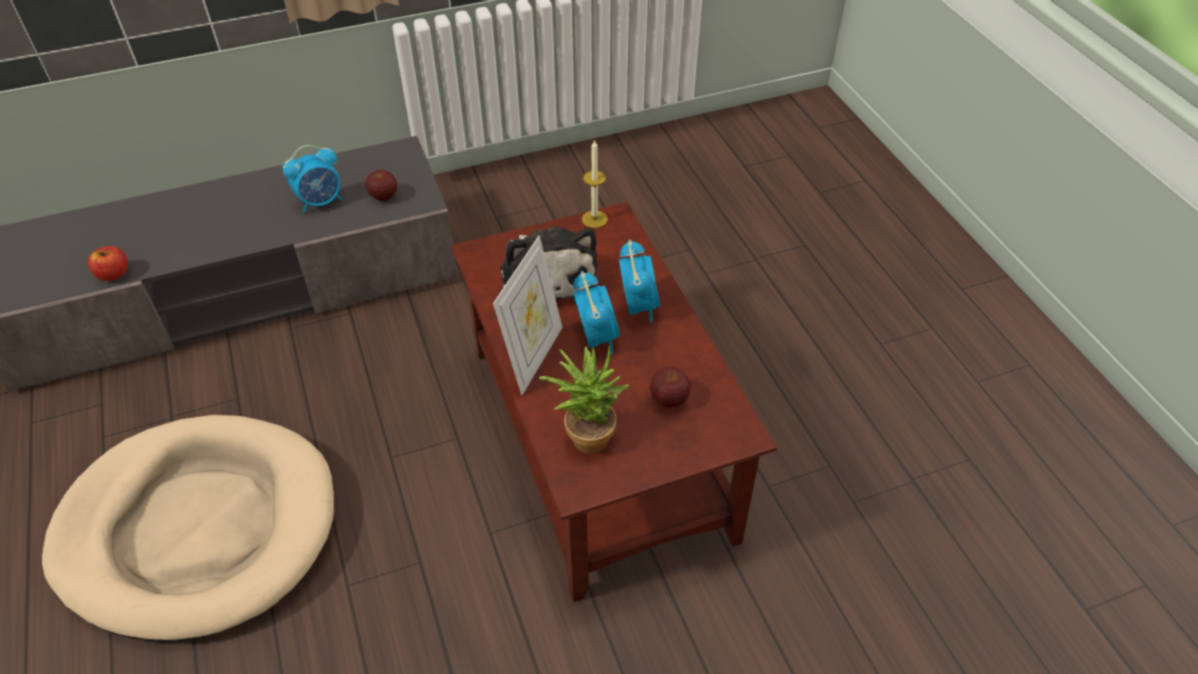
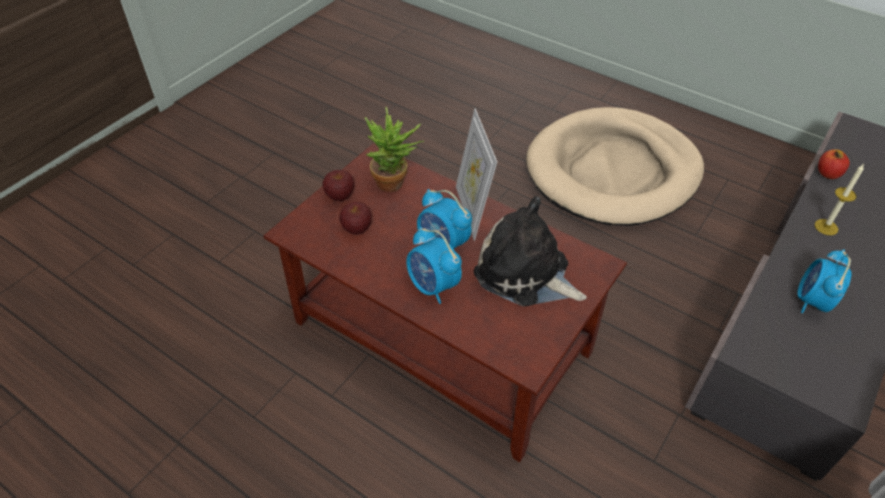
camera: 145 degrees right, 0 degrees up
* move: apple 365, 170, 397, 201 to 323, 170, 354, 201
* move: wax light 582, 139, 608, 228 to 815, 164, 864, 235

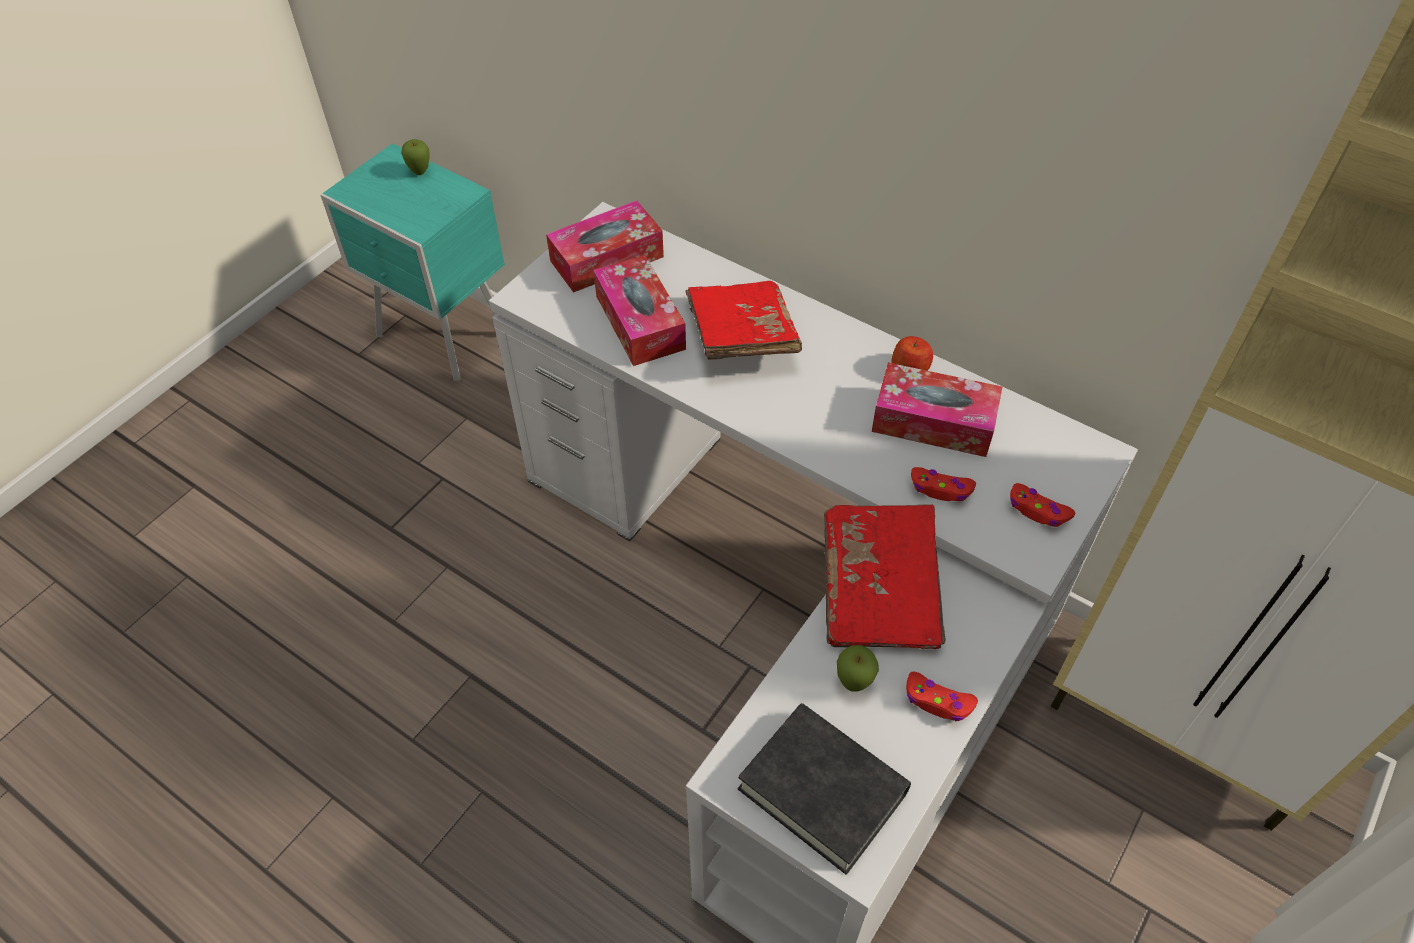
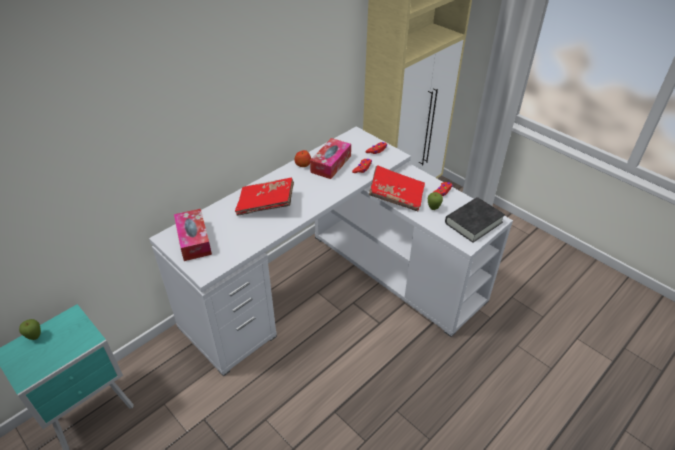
camera: 80 degrees left, 10 degrees down
* delete: box of tissues 593, 255, 686, 366

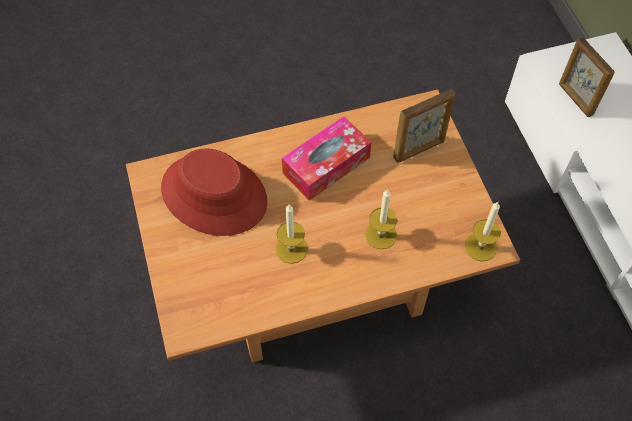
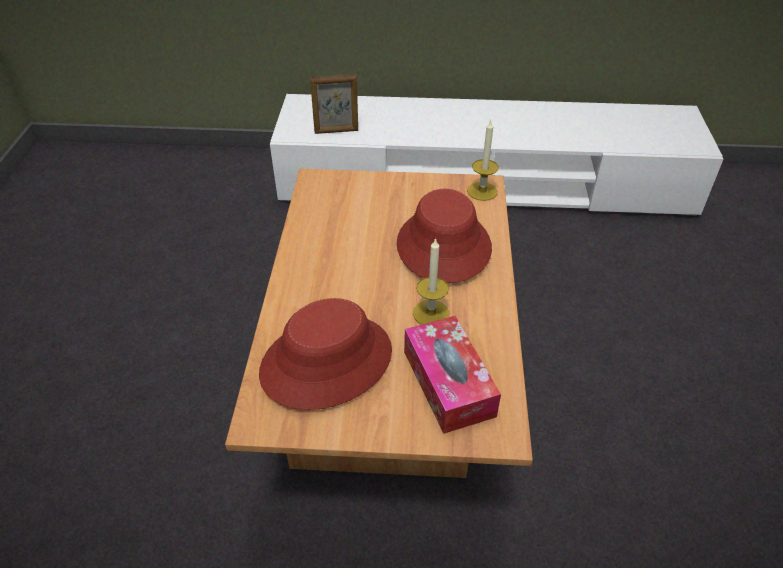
camera: 70 degrees left, 15 degrees down
* replace: wax light 365, 189, 397, 249 to wearable hat in reddish 397, 189, 492, 283
* move: box of tissues 282, 116, 371, 200 to 404, 316, 501, 434
* delete: photo frame 393, 89, 455, 163

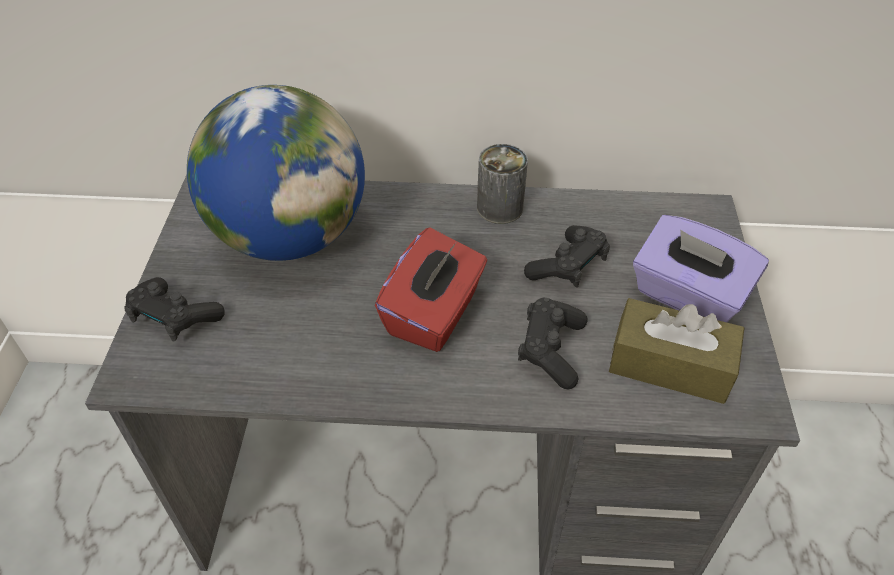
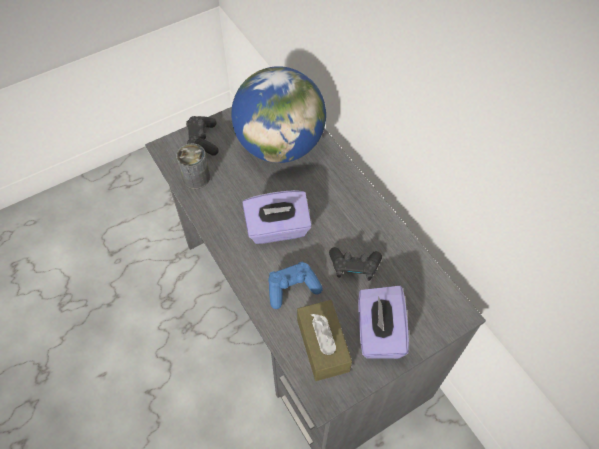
camera: 55 degrees right, 10 degrees up
* move: can 477, 144, 528, 224 to 176, 143, 210, 189
* recolor: box of tissues in reddish 375, 228, 487, 352 to box of tissues in purplish 242, 190, 312, 244
* recolor: joypad in black 518, 298, 587, 389 to joypad in blue-coloured 268, 262, 322, 309

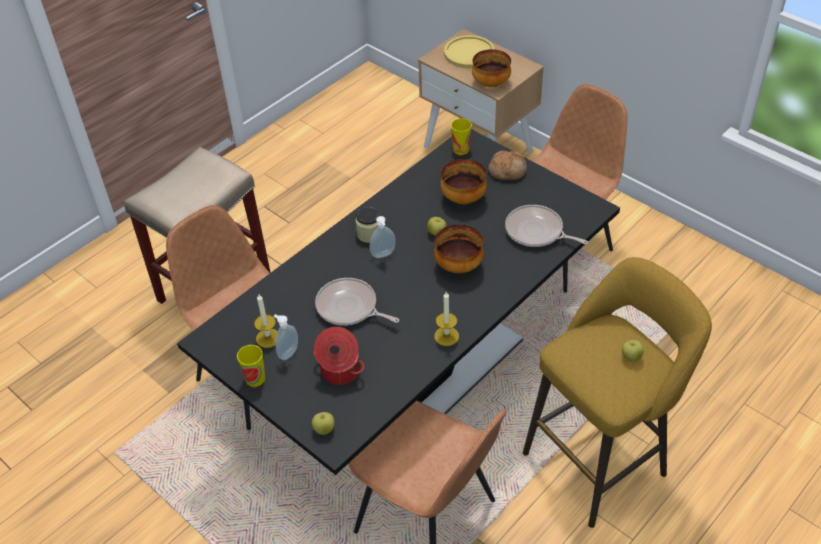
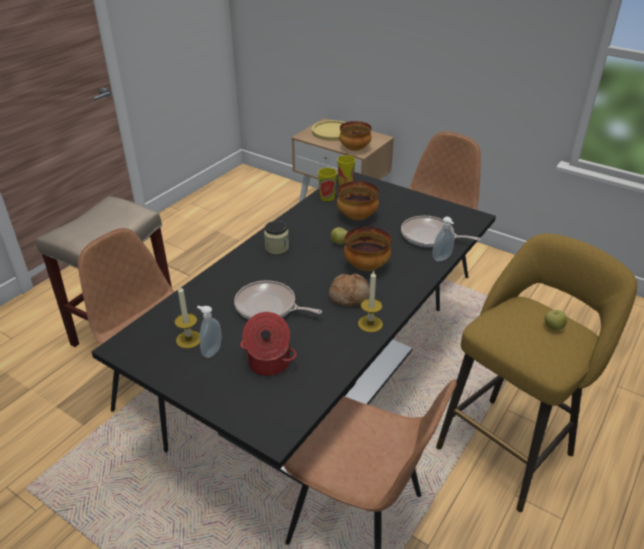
camera: 10 degrees left, 10 degrees down
* move: small cup 237, 345, 265, 387 to 318, 168, 337, 201
* move: bread 488, 150, 527, 180 to 329, 273, 370, 306
* move: soap dispenser 370, 216, 396, 258 to 433, 217, 454, 262
* delete: apple 312, 412, 335, 435

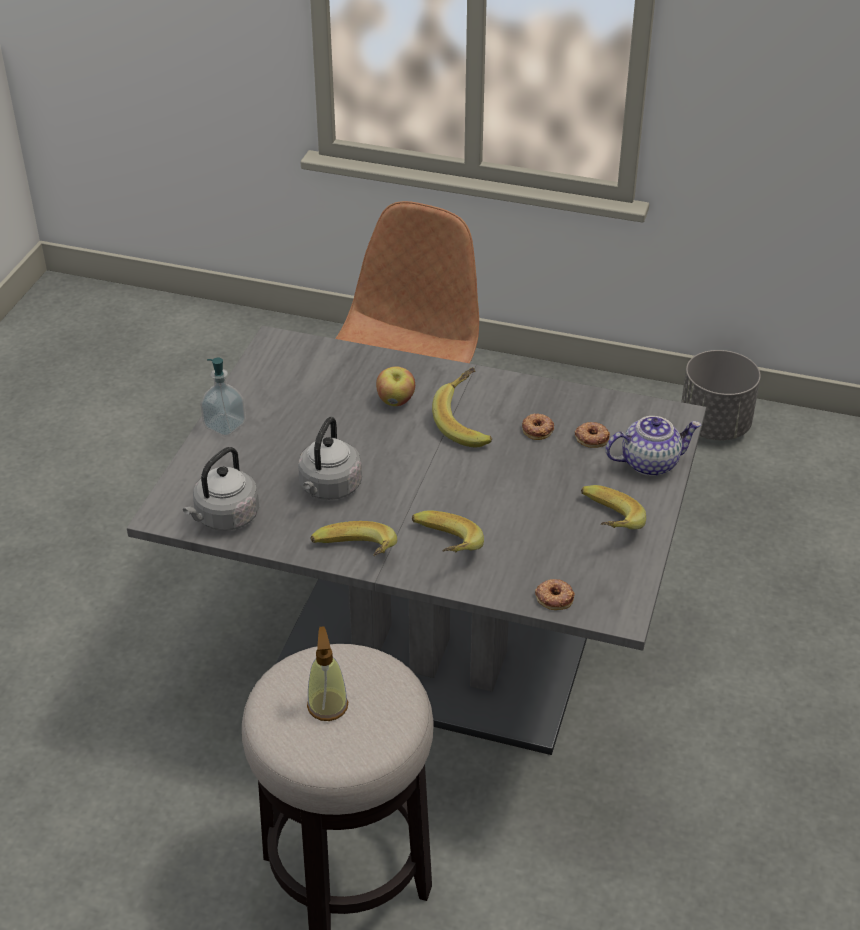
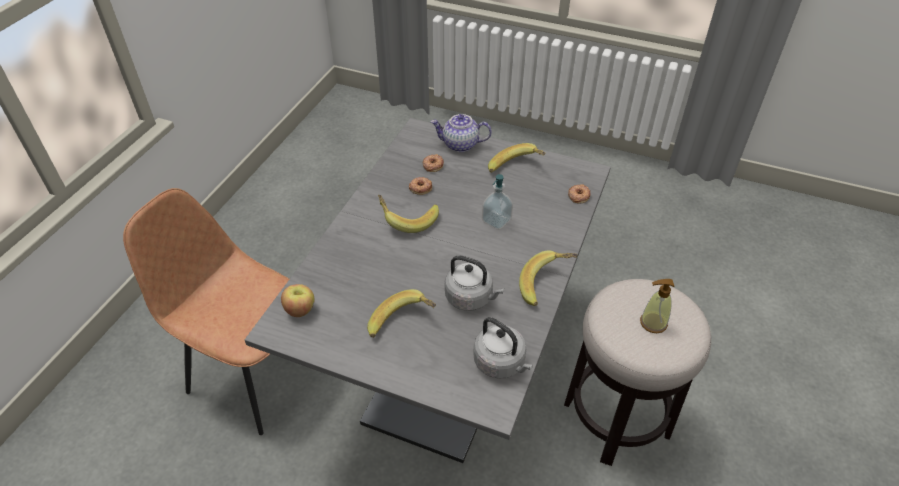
camera: 85 degrees left, 5 degrees up
* move: apple 376, 366, 415, 406 to 281, 284, 314, 317
* move: banana fruit 412, 510, 484, 552 to 367, 289, 436, 338
* rotate: pot for tea 606, 416, 701, 476 = 431, 114, 492, 152 75 degrees counterclockwise
* move: soap dispenser 200, 358, 246, 437 to 482, 174, 513, 230
* delete: flower pot in gray 681, 350, 761, 440

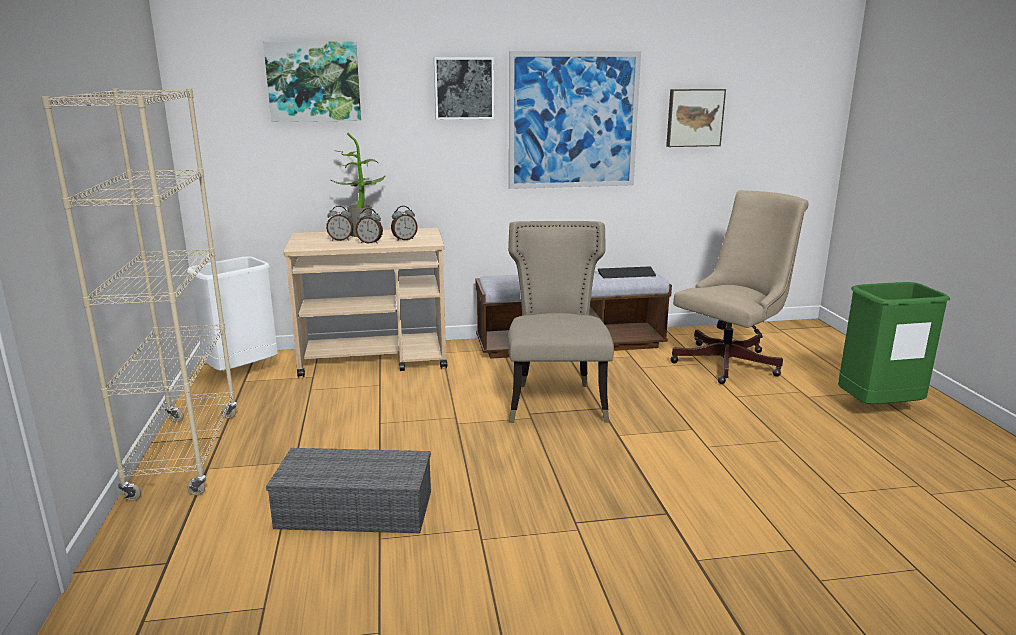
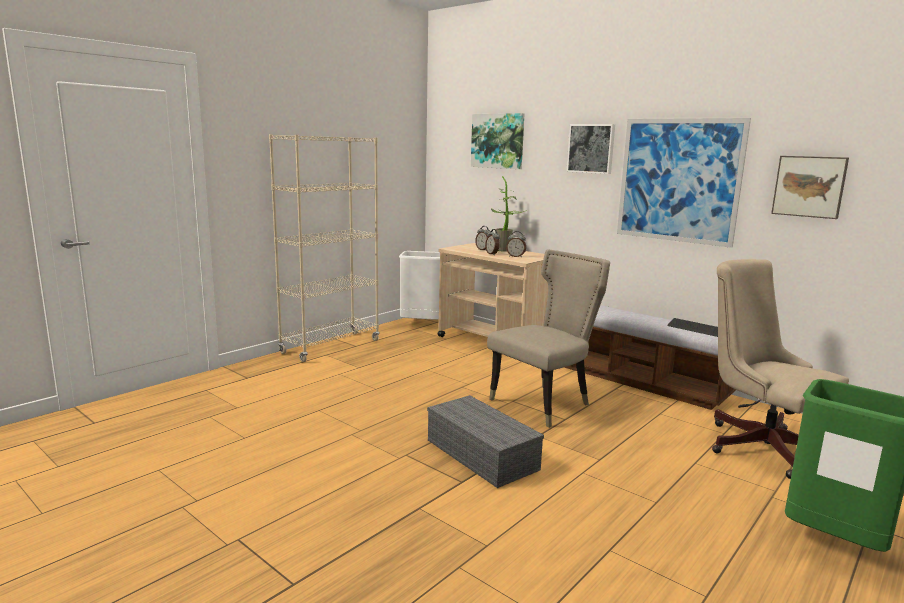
camera: 50 degrees right, 5 degrees down
* move: storage bin in gray 266, 448, 431, 533 to 427, 395, 544, 488
* rotate: computer chair in sand-coloured 670, 190, 809, 384 = 712, 259, 849, 479 135 degrees counterclockwise

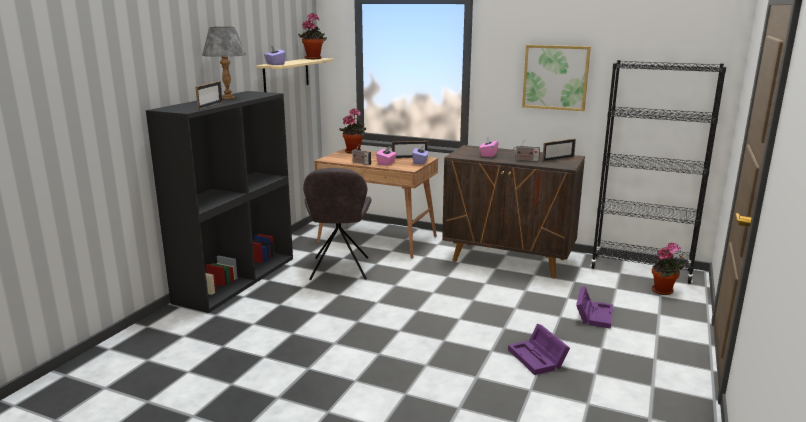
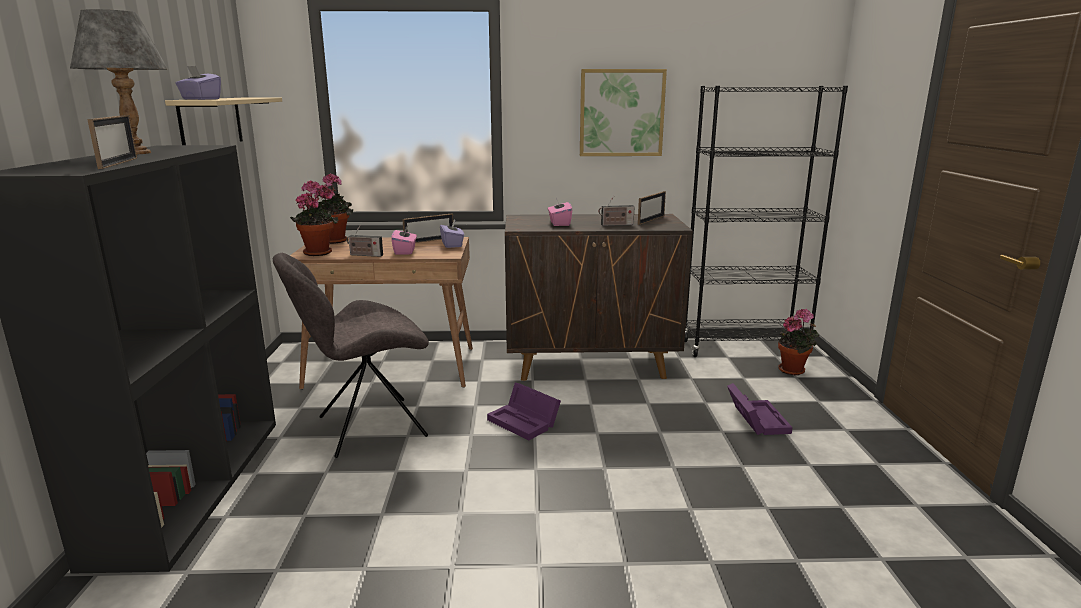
camera: 25 degrees left, 0 degrees up
* rotate: plain chair in gray 303, 168, 371, 280 = 273, 253, 429, 458 90 degrees clockwise
* move: plant in a pot 298, 13, 327, 59 to 290, 180, 338, 256
* move: storage bin in purplish 508, 324, 570, 375 to 487, 383, 561, 441

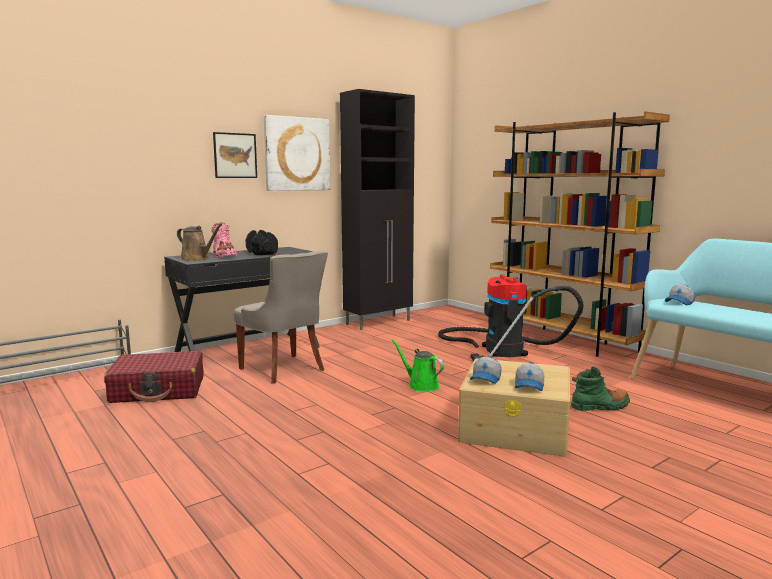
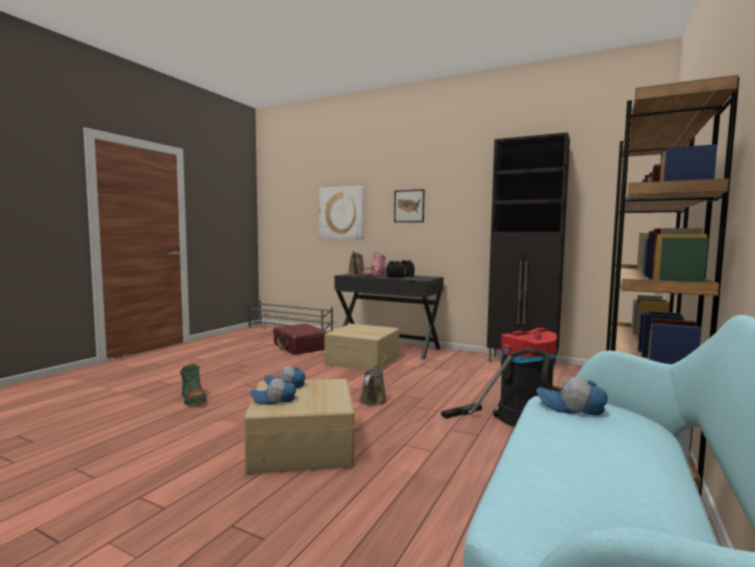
camera: 65 degrees right, 5 degrees down
* move: high-top boot in green-coloured 571, 367, 630, 411 to 180, 364, 207, 406
* move: wall art 264, 115, 330, 191 to 319, 186, 364, 239
* replace: plain chair in gray 234, 251, 328, 384 to storage bin in sand-coloured 324, 324, 399, 371
* recolor: watering pot in green-coloured 392, 340, 444, 391 to watering pot in brown 359, 356, 387, 406

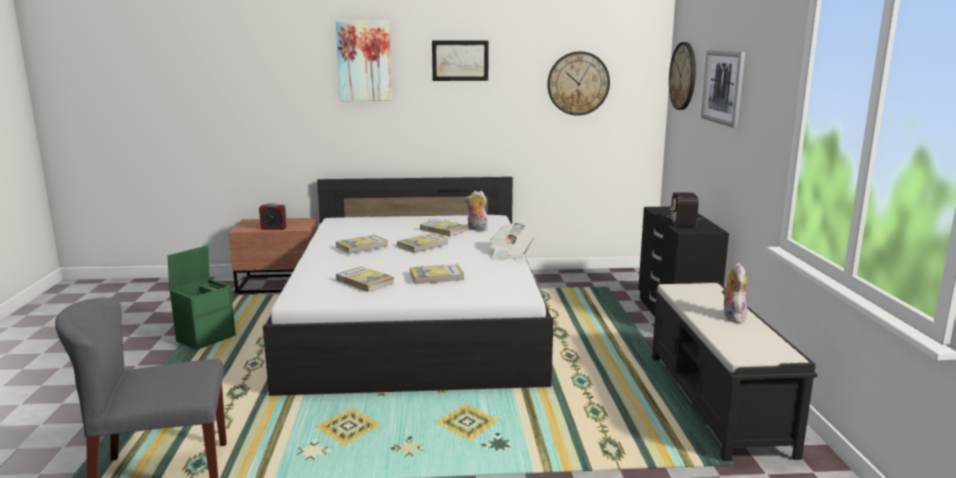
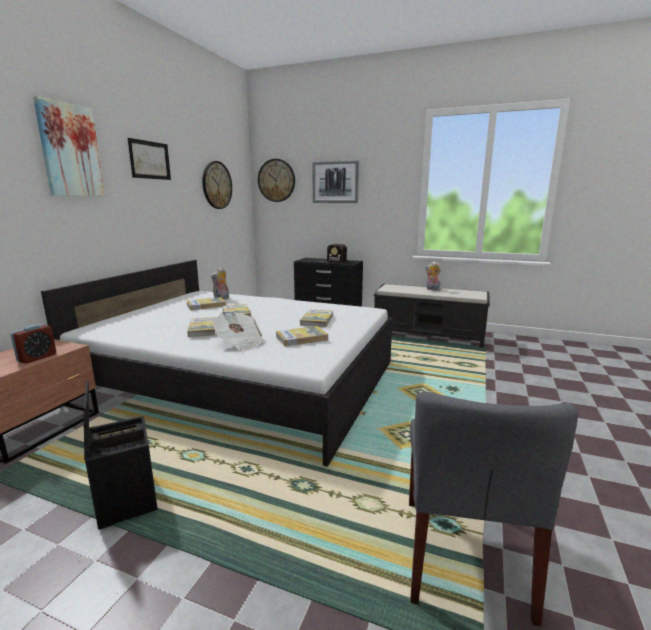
camera: 65 degrees left, 0 degrees up
* recolor: storage bin in green-coloured 168, 245, 236, 350 to storage bin in black 84, 381, 158, 530
* move: newspaper 490, 222, 536, 260 to 213, 311, 264, 352

